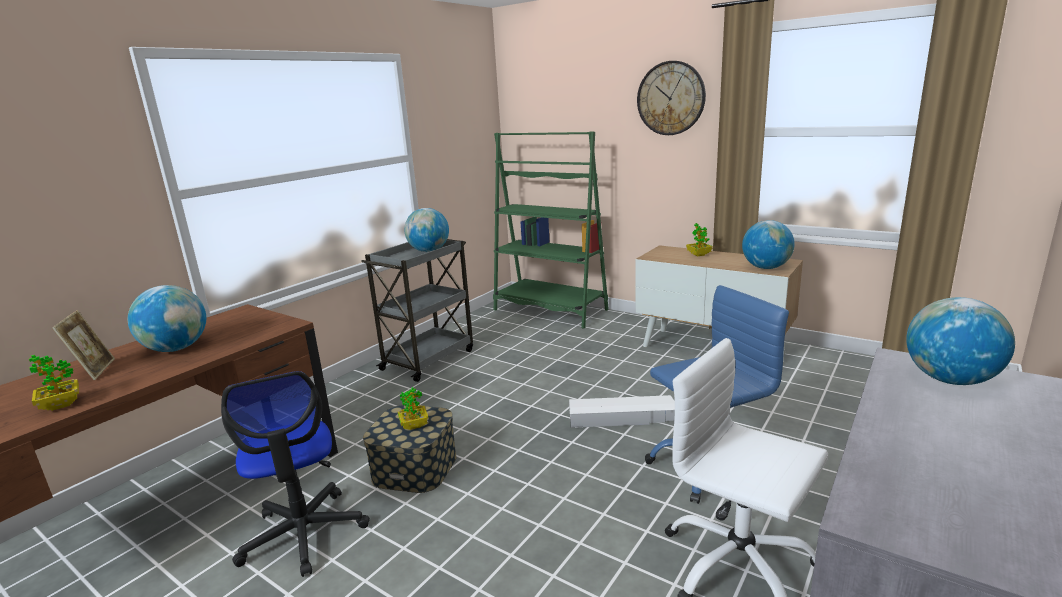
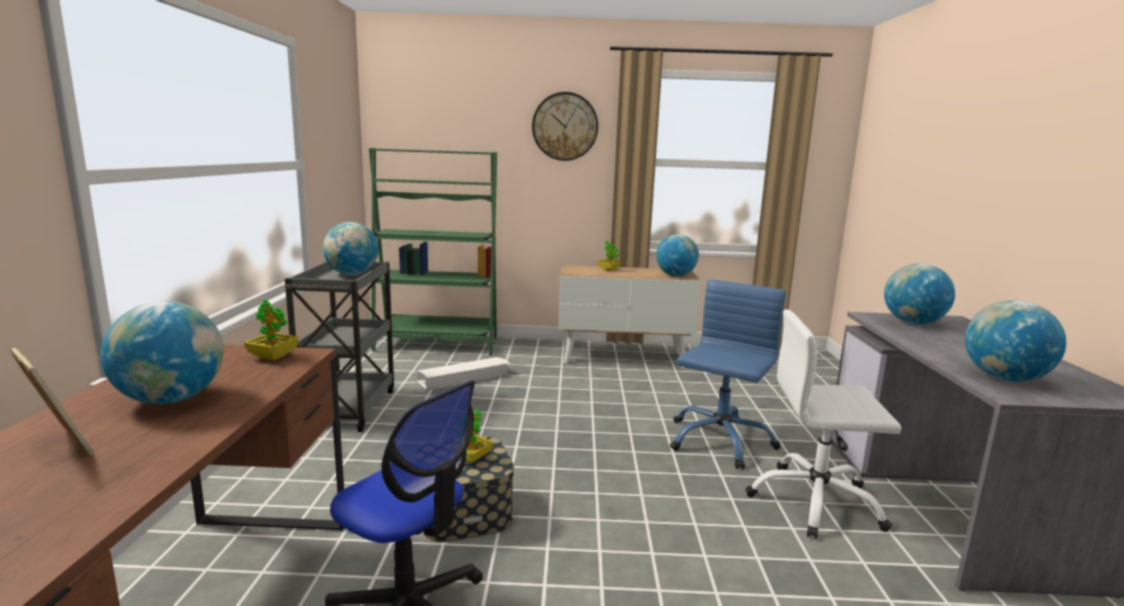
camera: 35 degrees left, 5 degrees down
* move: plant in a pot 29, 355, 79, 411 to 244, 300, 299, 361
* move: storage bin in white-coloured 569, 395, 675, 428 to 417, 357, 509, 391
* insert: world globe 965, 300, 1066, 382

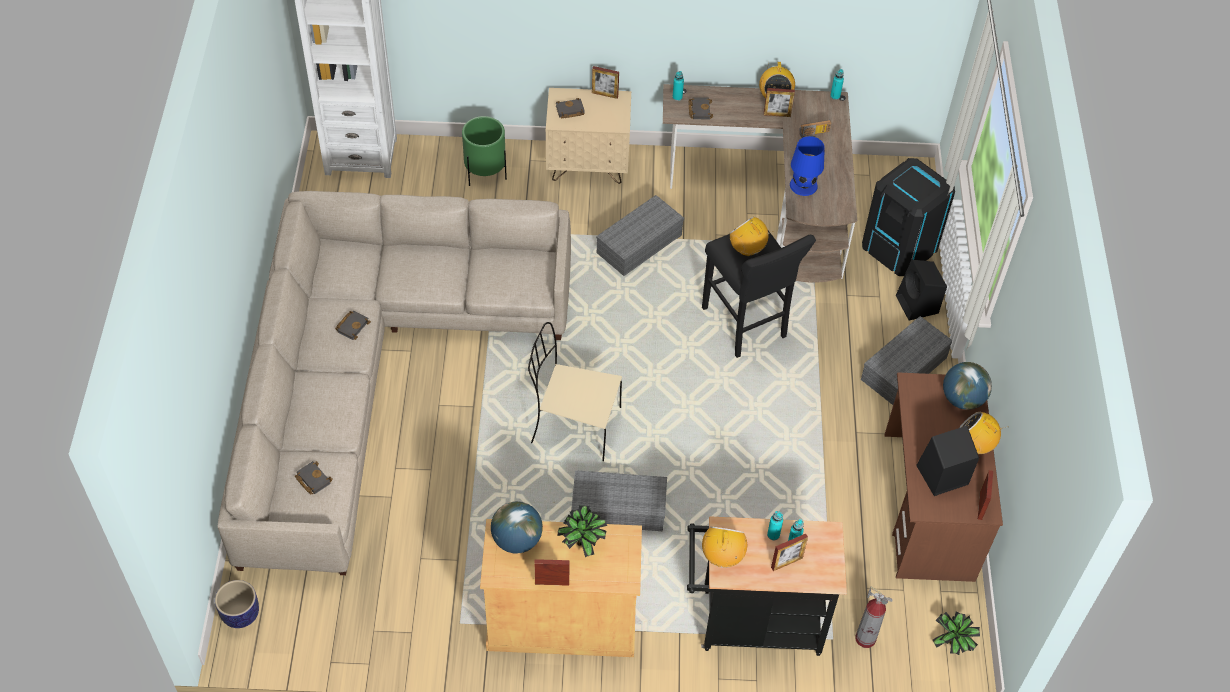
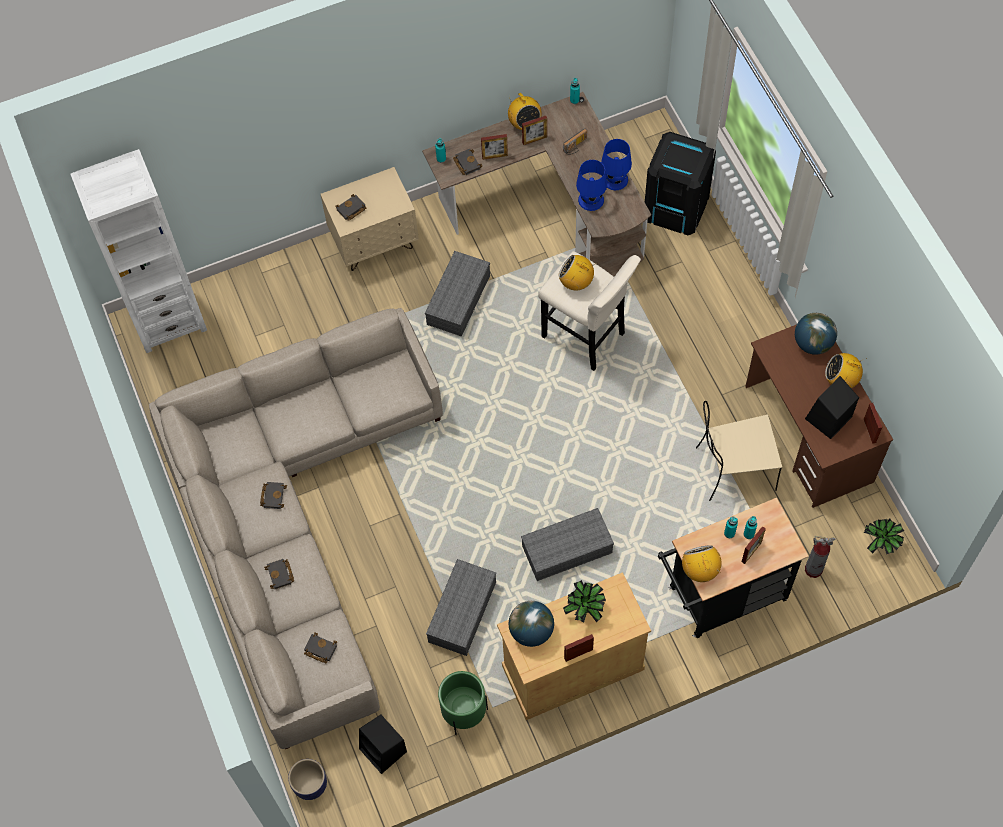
camera: 20 degrees left, 10 degrees up
* insert: book in black 264, 559, 294, 589
* move: audio speaker in black 896, 260, 947, 320 to 359, 714, 407, 774
* move: storage bin in gray 861, 316, 952, 405 to 426, 559, 496, 656
* move: flower pot in green-coloured 462, 116, 507, 186 to 438, 671, 488, 735
* move: photo frame 592, 66, 619, 99 to 481, 134, 508, 160
* recolor: stool in black 702, 231, 816, 358 to stool in sand-coloured 538, 251, 641, 371
* insert: lamp for a table in blue-coloured 601, 139, 632, 190
* move: plain chair in sand-coloured 528, 322, 622, 461 to 696, 401, 782, 501

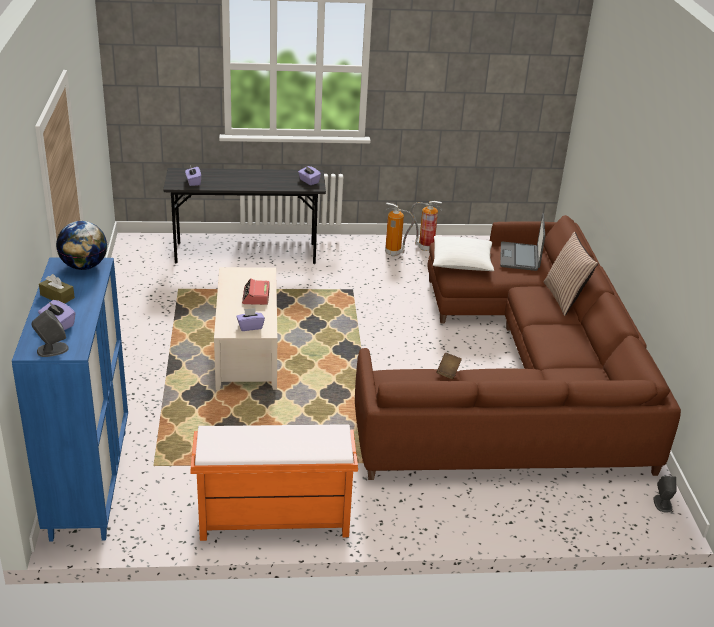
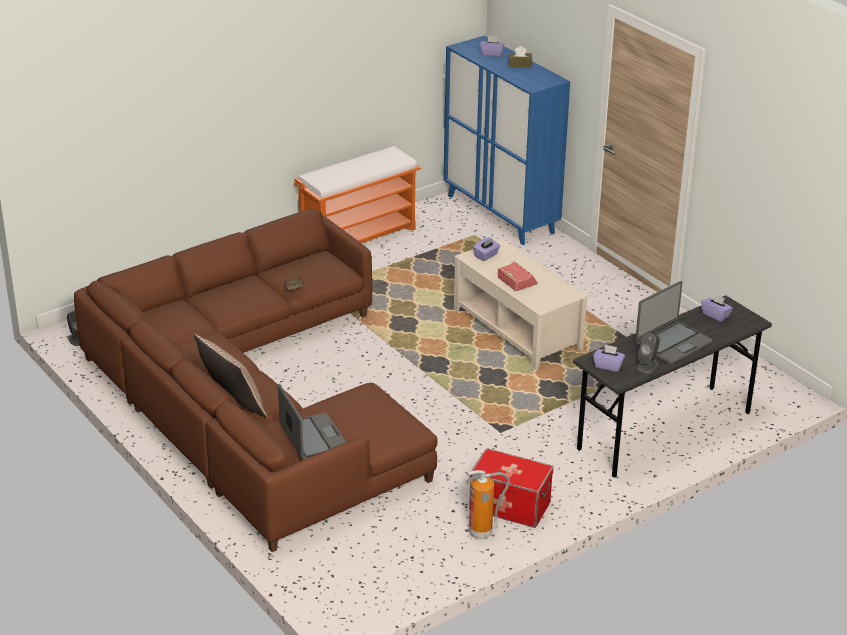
camera: 150 degrees right, 0 degrees up
* replace: fire-fighting cylinder 384, 203, 415, 256 to storage bin 469, 448, 554, 528
* insert: laptop 635, 281, 713, 365
* move: audio speaker in gray 32, 310, 69, 357 to 637, 333, 660, 373
* delete: world globe 56, 221, 107, 270
* delete: throw pillow in white-coloured 433, 236, 494, 271

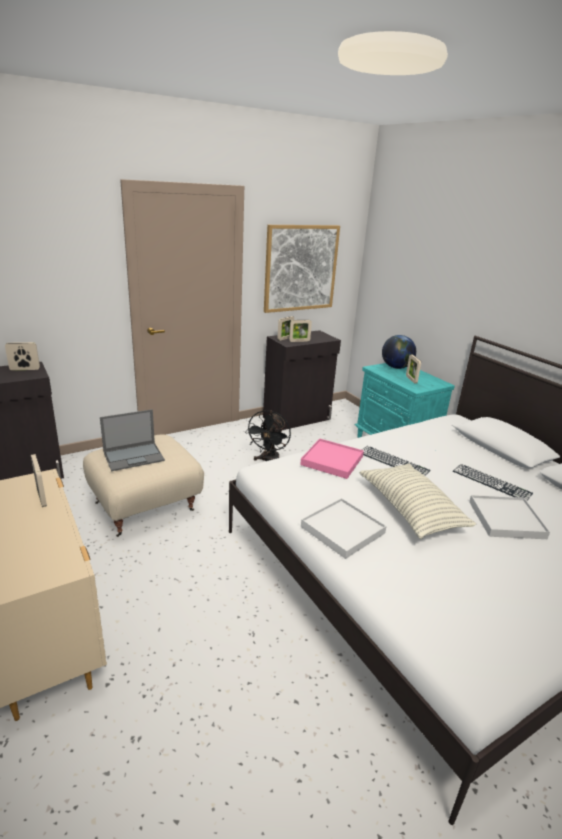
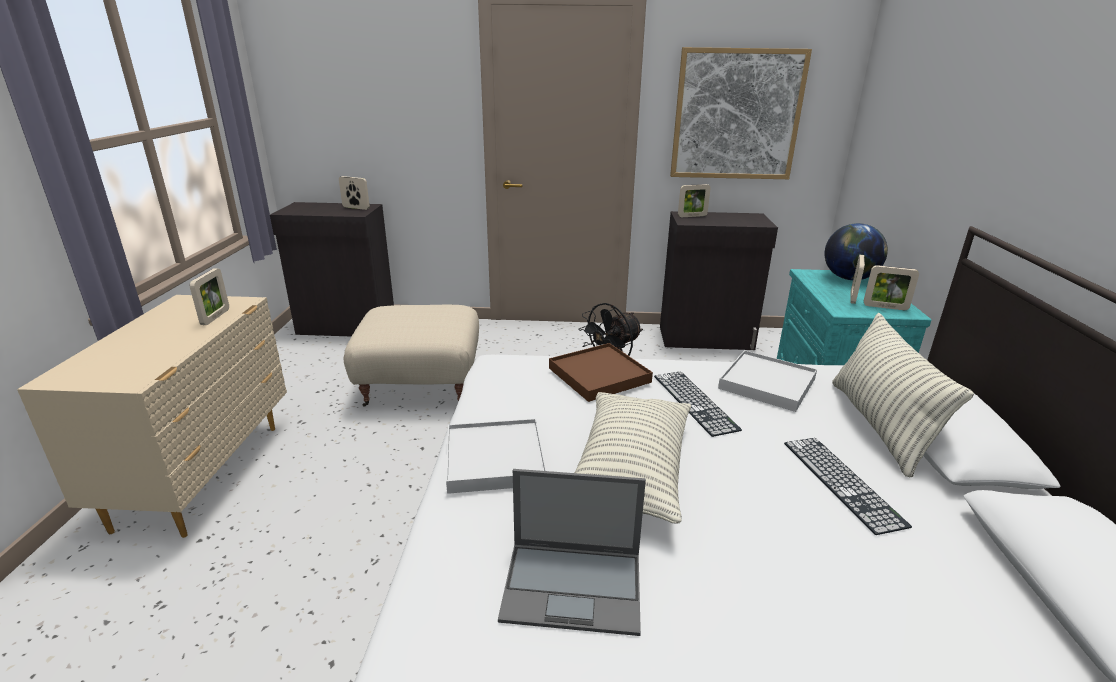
camera: 35 degrees right, 0 degrees up
* move: laptop 100, 409, 165, 471 to 498, 469, 646, 636
* recolor: serving tray in pinkish 300, 439, 364, 479 to serving tray in brown 549, 343, 653, 402
* move: serving tray in white-coloured 469, 495, 550, 539 to 718, 350, 817, 412
* insert: throw pillow 832, 313, 974, 478
* move: photo frame 289, 320, 312, 342 to 864, 265, 919, 310

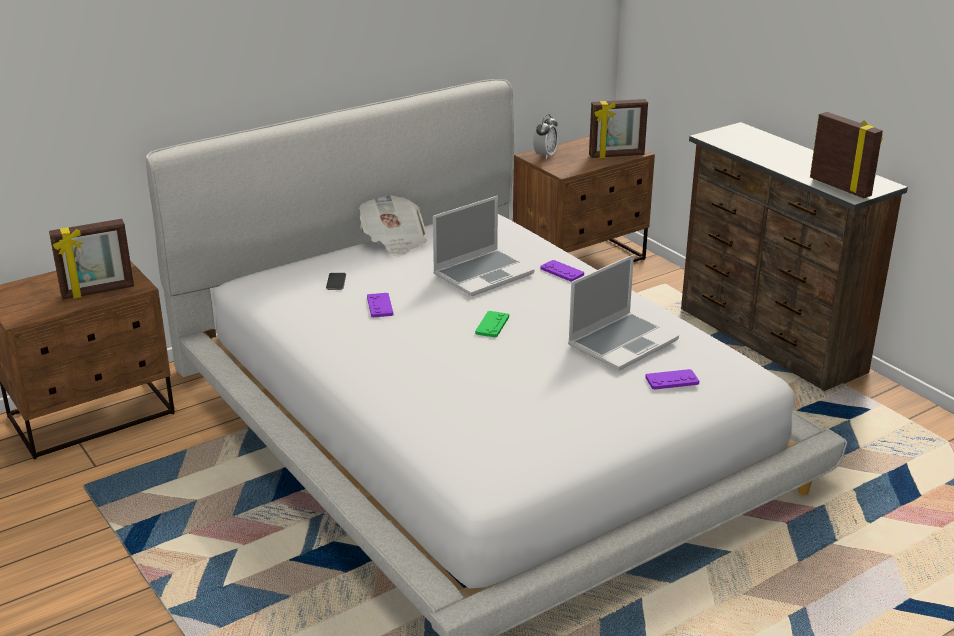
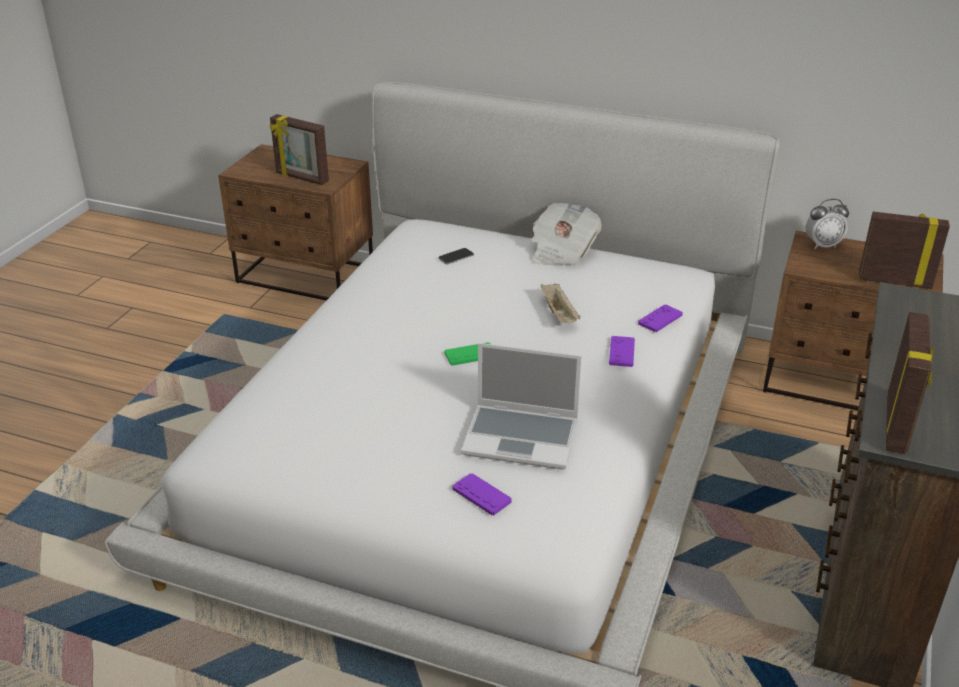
camera: 55 degrees right, 5 degrees up
* replace: laptop 433, 196, 535, 296 to serving tray in sand-coloured 540, 283, 580, 323
* move: joypad in purplish 367, 293, 393, 318 to 638, 305, 683, 332
* rotate: photo frame 589, 99, 648, 158 = 858, 212, 950, 289 150 degrees clockwise

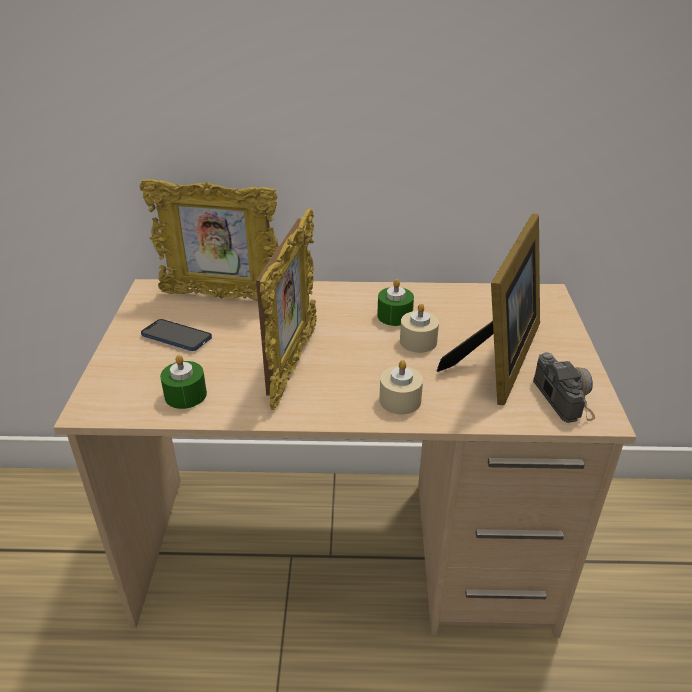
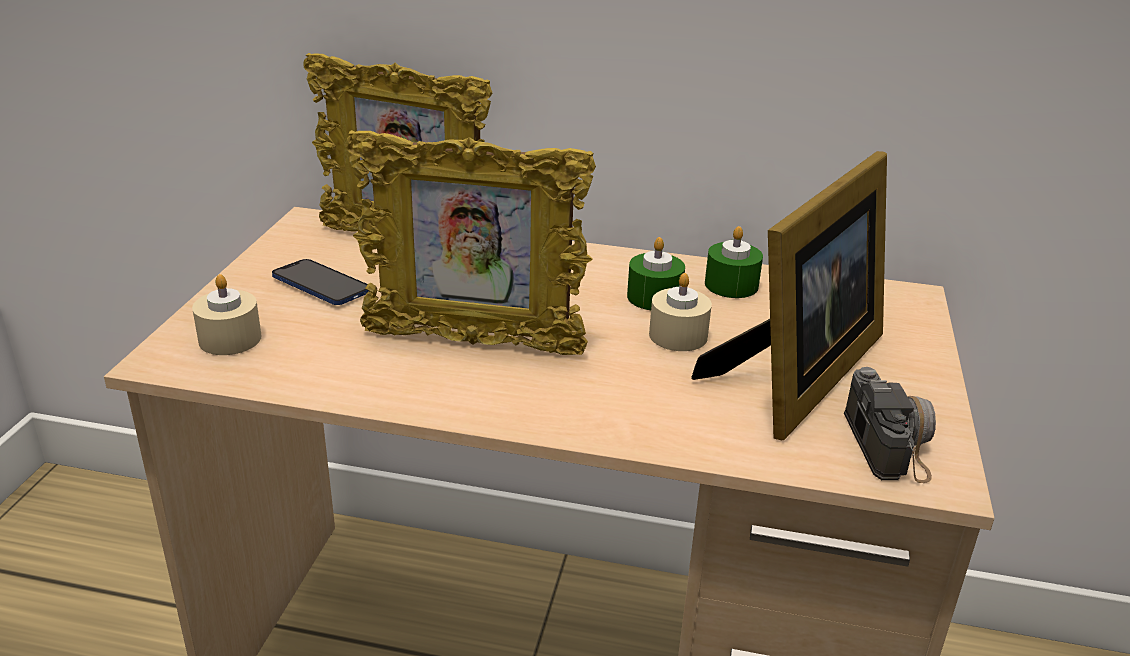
camera: 10 degrees right, 5 degrees down
* move: wax light in sand-coloured 379, 360, 423, 414 to 192, 274, 262, 355
* rotate: photo frame 256, 208, 317, 410 = 345, 130, 596, 355 75 degrees clockwise
* move: wax light in green-coloured 160, 355, 207, 409 to 705, 226, 763, 298

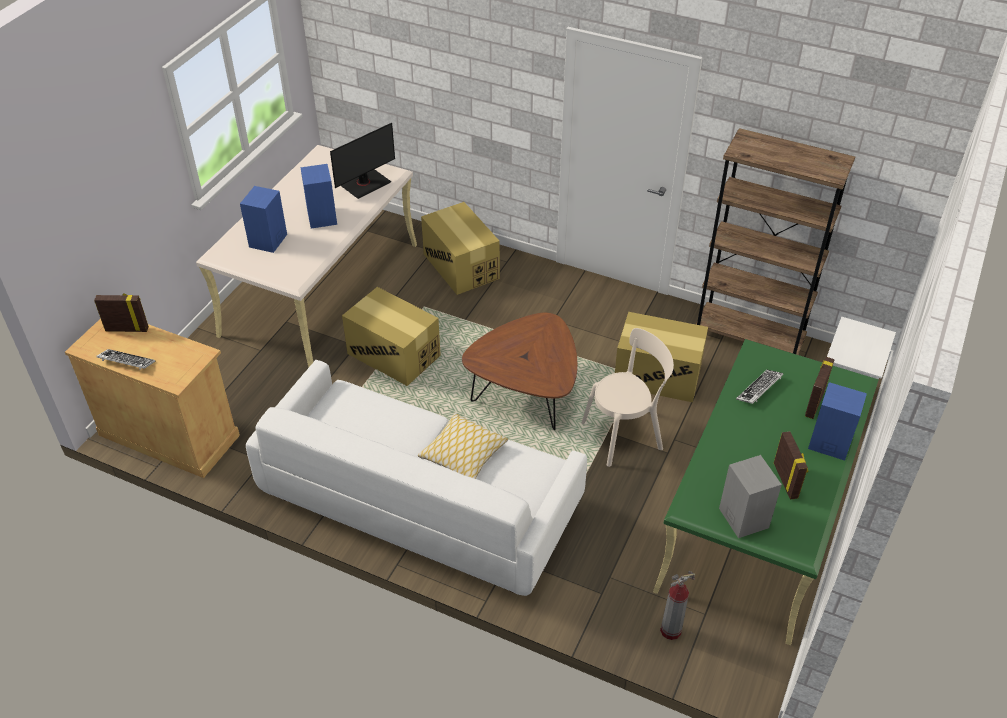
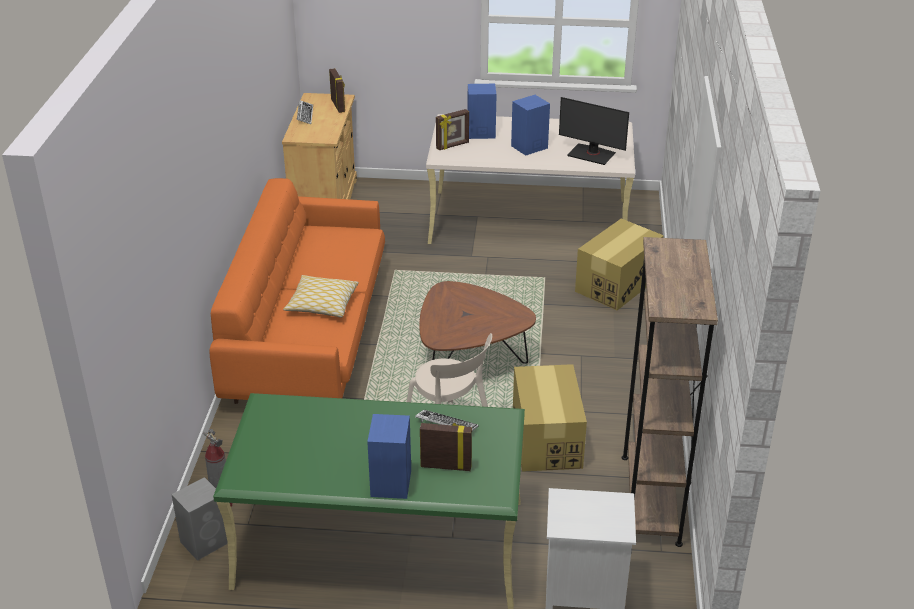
camera: 70 degrees right, 10 degrees down
* move: audio speaker in gray 719, 455, 782, 538 to 171, 477, 228, 561
* recolor: settee in white-coloured 246, 360, 587, 596 to settee in orangey 209, 178, 385, 404
* move: photo frame 774, 431, 808, 500 to 436, 109, 469, 150
* delete: cardboard box 342, 287, 441, 386

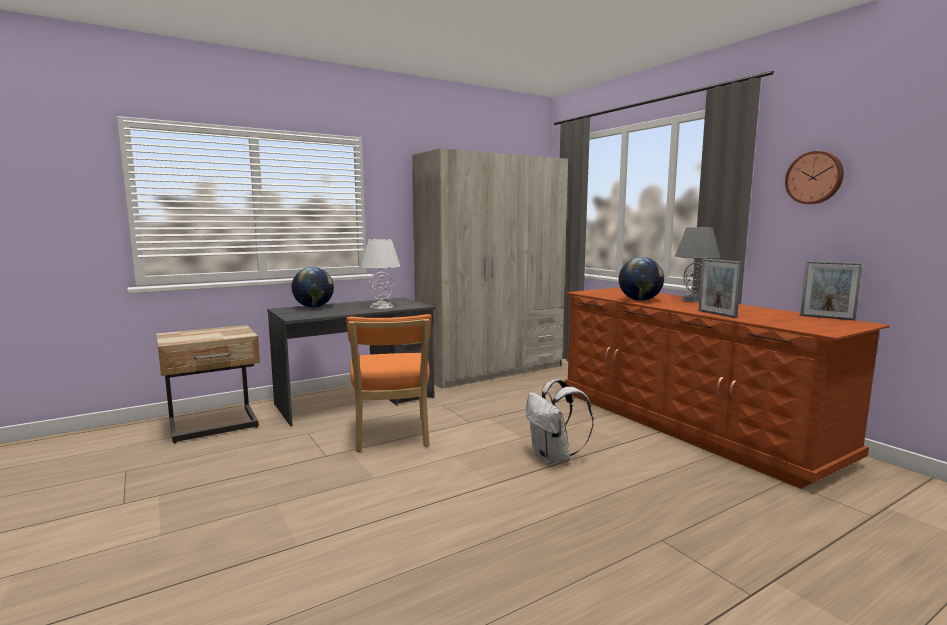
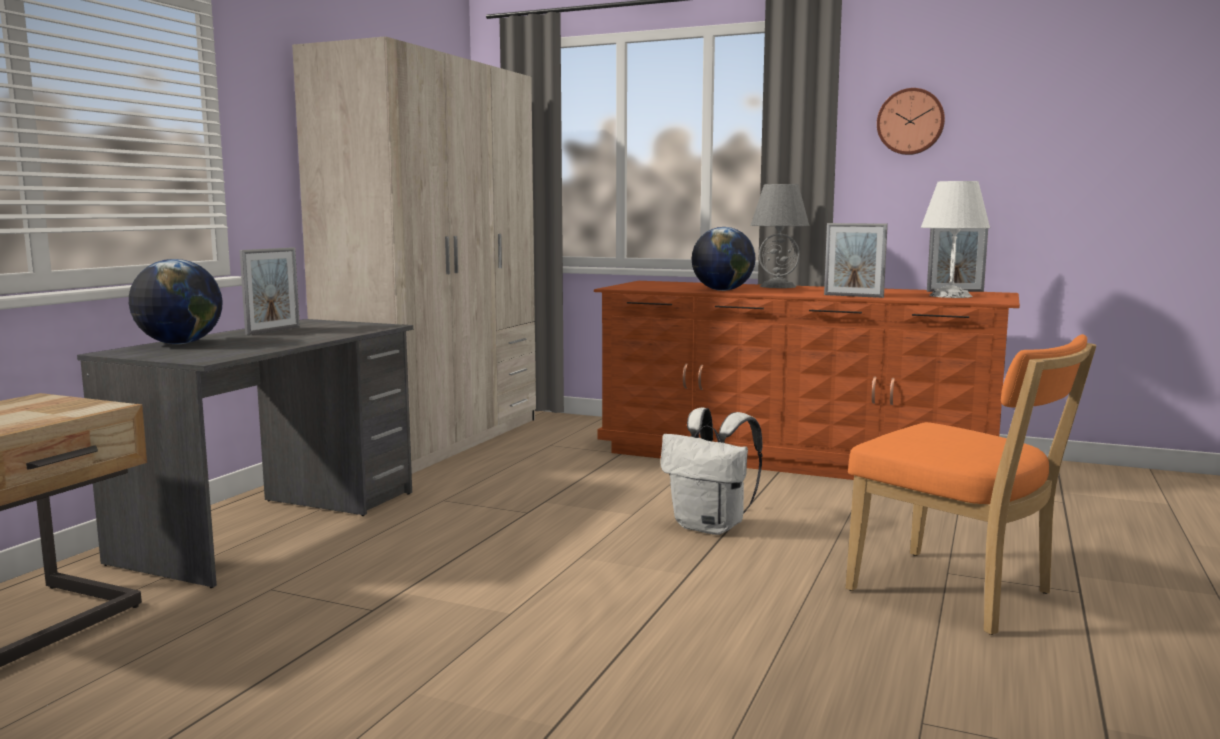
camera: 35 degrees left, 0 degrees up
* insert: photo frame 240, 247, 300, 335
* move: plain chair in orangey 346, 314, 431, 452 to 846, 334, 1096, 635
* move: lamp for a table in white-coloured 361, 239, 400, 309 to 921, 181, 990, 298

